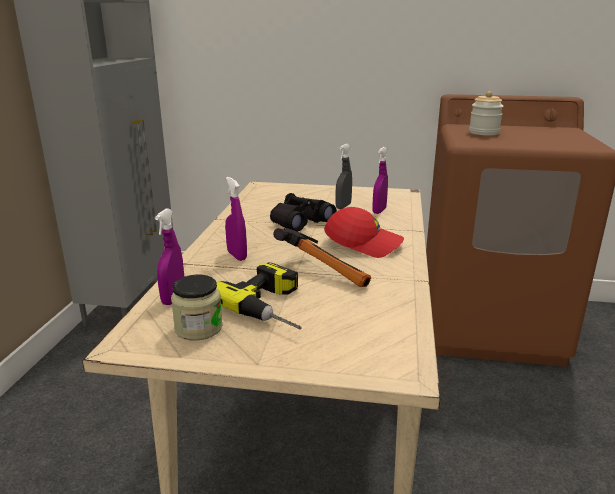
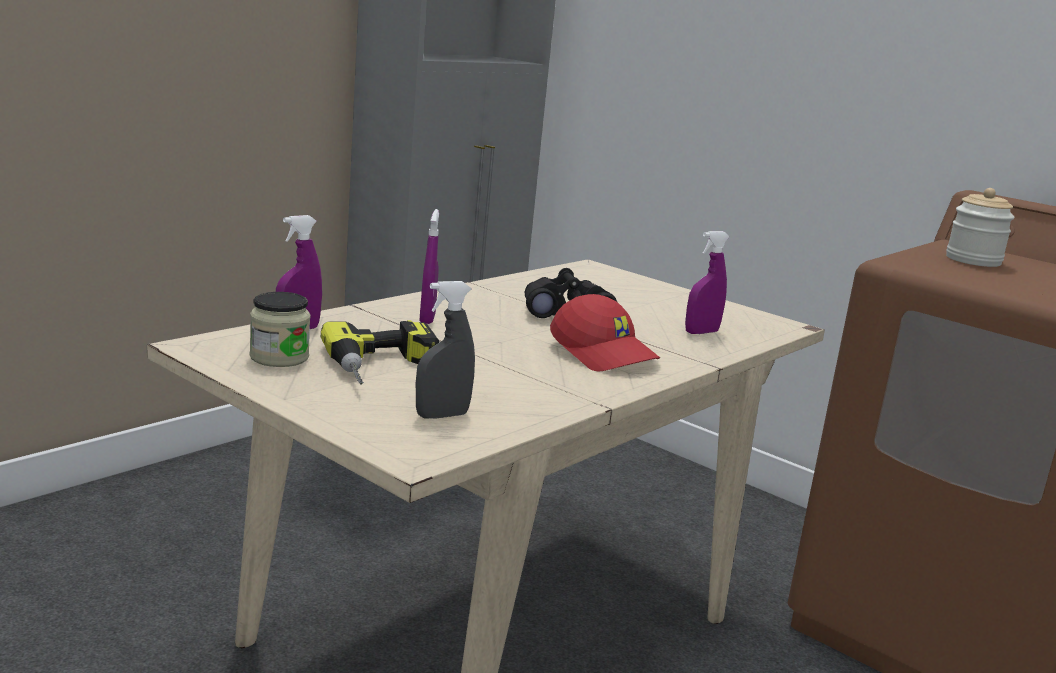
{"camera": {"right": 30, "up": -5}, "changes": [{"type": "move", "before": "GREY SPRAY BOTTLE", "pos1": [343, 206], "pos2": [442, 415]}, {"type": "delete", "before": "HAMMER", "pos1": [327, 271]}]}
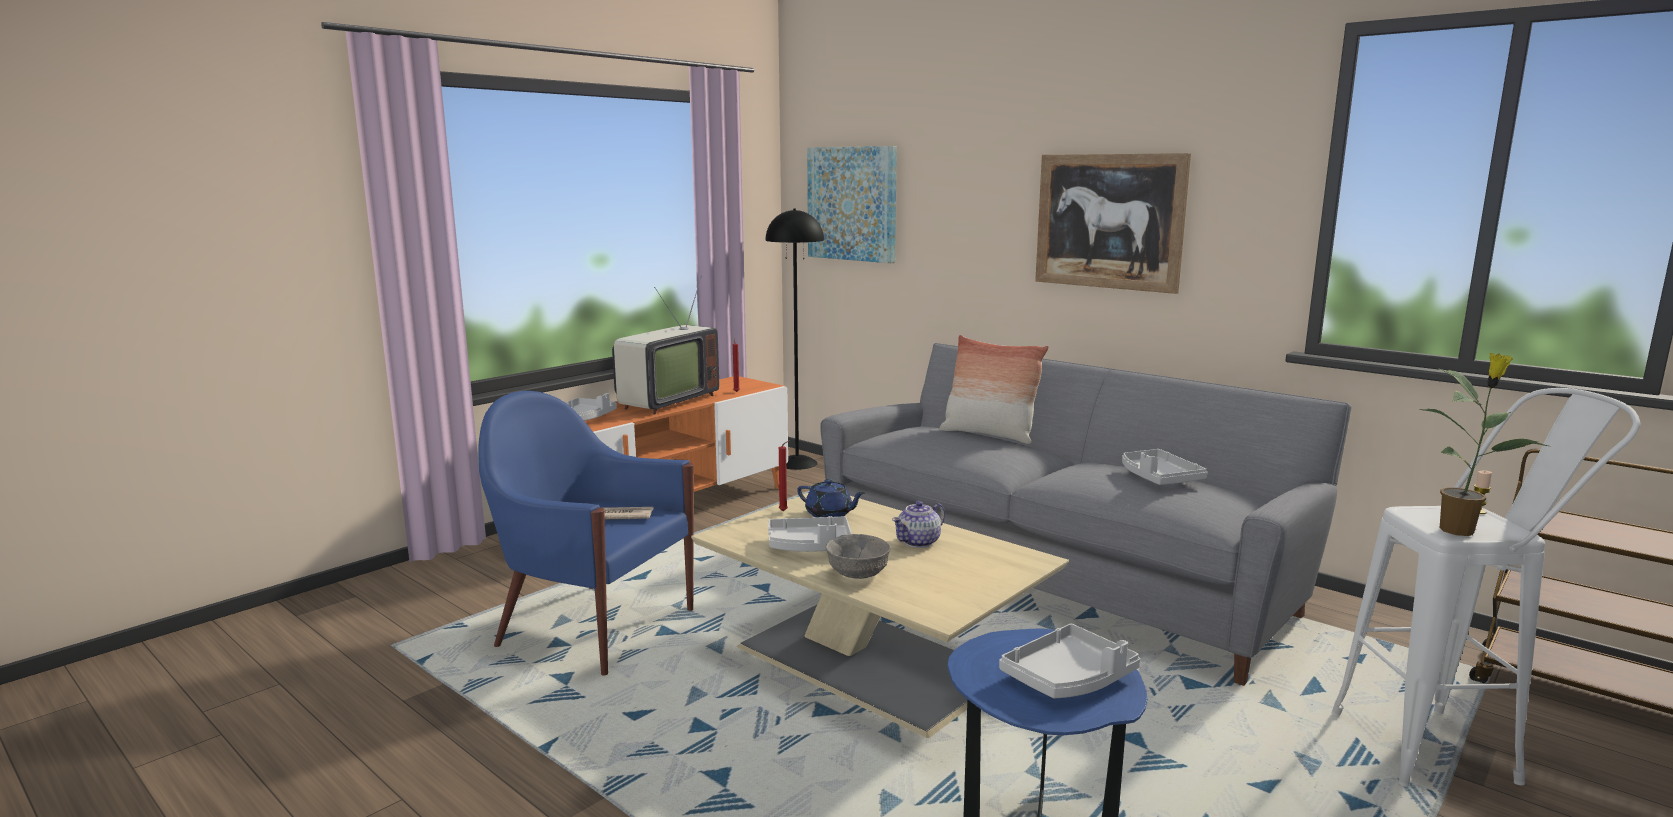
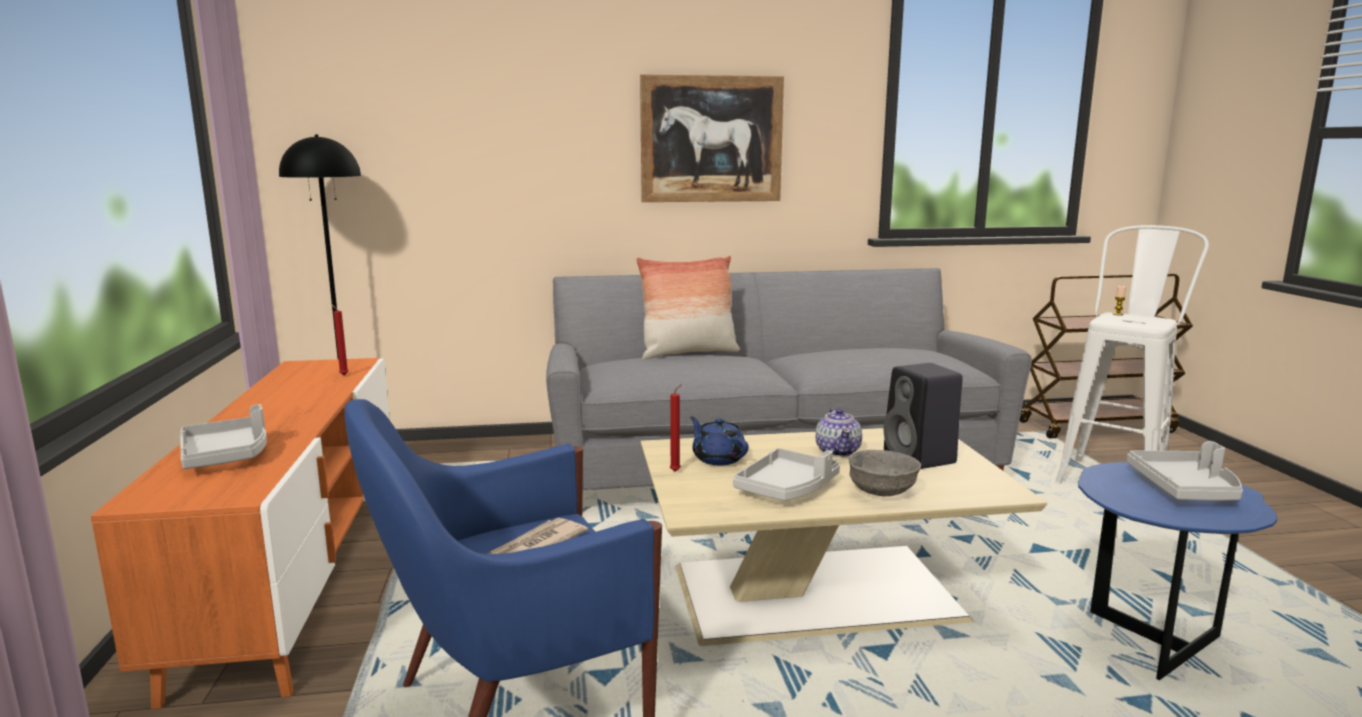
{"camera": {"right": -50, "up": 0}, "changes": [{"type": "rotate", "before": "BLUE TEAPOT", "pos1": [829, 514], "pos2": [718, 458], "turn": -105}, {"type": "insert", "after": "BLACK SPEAKER", "pos2": [921, 459]}, {"type": "delete", "before": "TELEVISION", "pos1": [664, 402]}, {"type": "delete", "before": "PICTURE", "pos1": [852, 204]}, {"type": "delete", "before": "GREY TRAY", "pos1": [1158, 478]}, {"type": "delete", "before": "POTTED PLANT", "pos1": [1459, 530]}]}
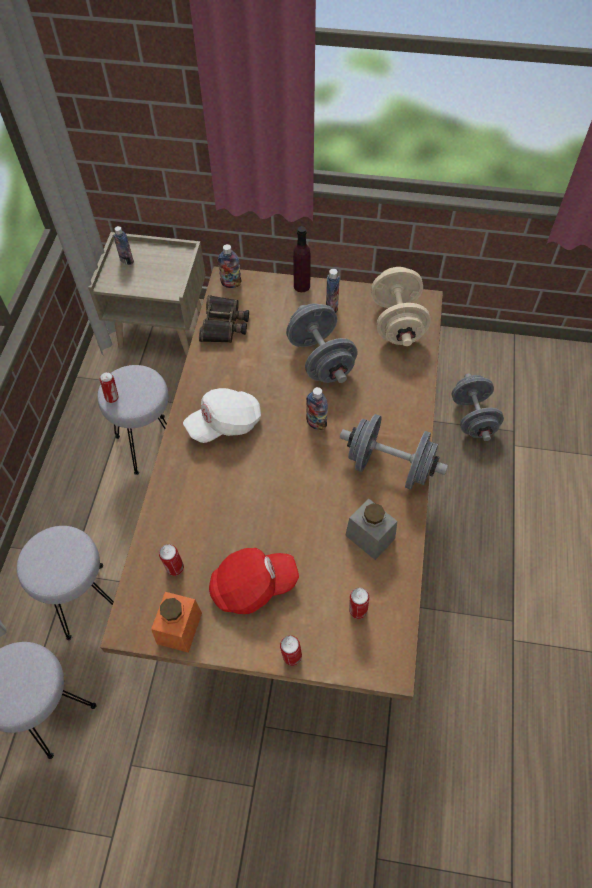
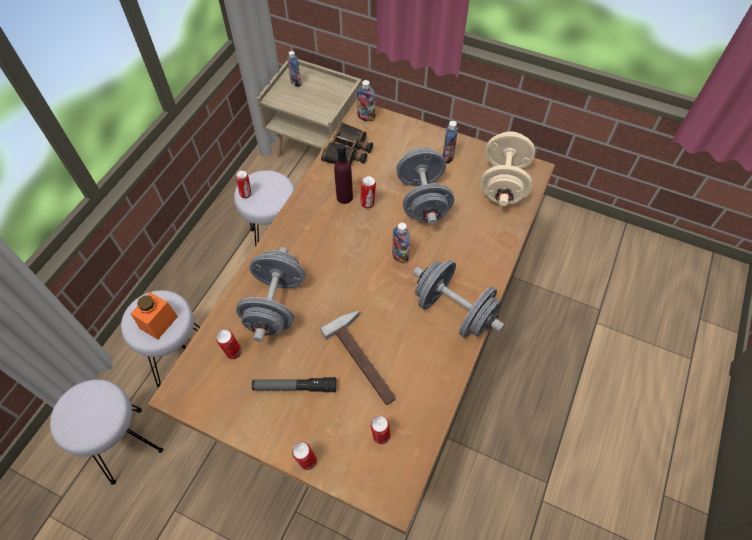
{"camera": {"right": 15, "up": 0}, "changes": [{"type": "move", "before": "ORANGE JAR", "pos1": [179, 628], "pos2": [159, 322]}, {"type": "move", "before": "GREY DUMBBELL", "pos1": [473, 418], "pos2": [275, 306]}, {"type": "replace", "before": "RED CAP", "after": "FLASHLIGHT", "pos1": [253, 586], "pos2": [295, 387]}, {"type": "insert", "after": "HAMMER", "pos2": [366, 359]}, {"type": "move", "before": "PURPLE BOTTLE", "pos1": [302, 286], "pos2": [344, 197]}, {"type": "insert", "after": "CAN", "pos2": [368, 204]}, {"type": "delete", "before": "WHITE CAP", "pos1": [225, 424]}, {"type": "delete", "before": "GREY JAR", "pos1": [370, 537]}]}
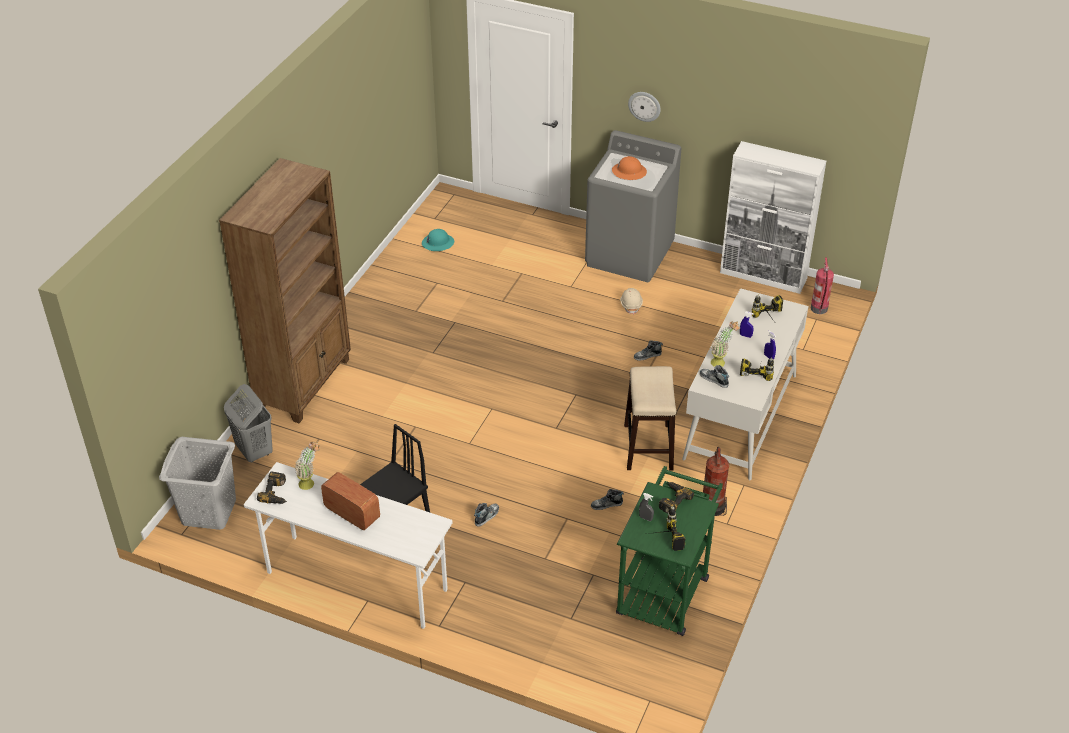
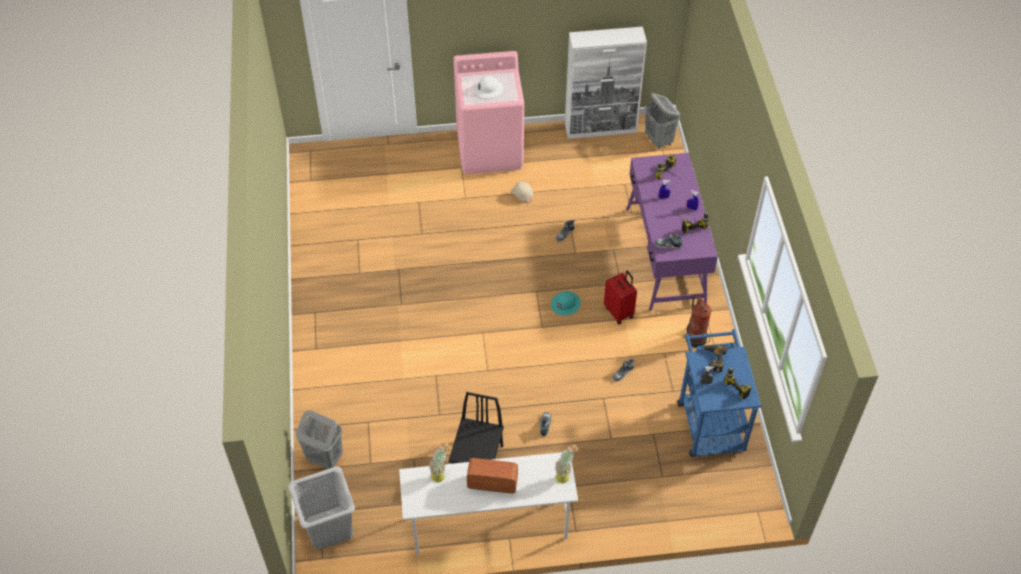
{"camera": {"right": -30, "up": 10}, "changes": [{"type": "recolor", "before": "GREY WASHING MACHINE", "after": "PINK WASHING MACHINE", "pos1": [630, 255], "pos2": [490, 150]}, {"type": "recolor", "before": "ORANGE HARD HAT", "after": "WHITE HARD HAT", "pos1": [629, 172], "pos2": [488, 89]}, {"type": "move", "before": "TURQUOISE HARD HAT", "pos1": [437, 243], "pos2": [565, 304]}, {"type": "move", "before": "POTTED PLANT", "pos1": [721, 362], "pos2": [565, 475]}, {"type": "replace", "before": "STOOL", "after": "RED SUITCASE", "pos1": [648, 447], "pos2": [619, 312]}, {"type": "recolor", "before": "WHITE DESK", "after": "PURPLE DESK", "pos1": [740, 416], "pos2": [665, 256]}, {"type": "replace", "before": "FIRE EXTINGUISHER", "after": "GREY LAUNDRY BASKET", "pos1": [819, 309], "pos2": [658, 140]}, {"type": "recolor", "before": "GREEN CART", "after": "BLUE CART", "pos1": [665, 589], "pos2": [709, 420]}, {"type": "delete", "before": "BROWN BOOKCASE", "pos1": [304, 384]}, {"type": "delete", "before": "POWER DRILL", "pos1": [277, 493]}, {"type": "delete", "before": "WALL CLOCK", "pos1": [644, 106]}]}
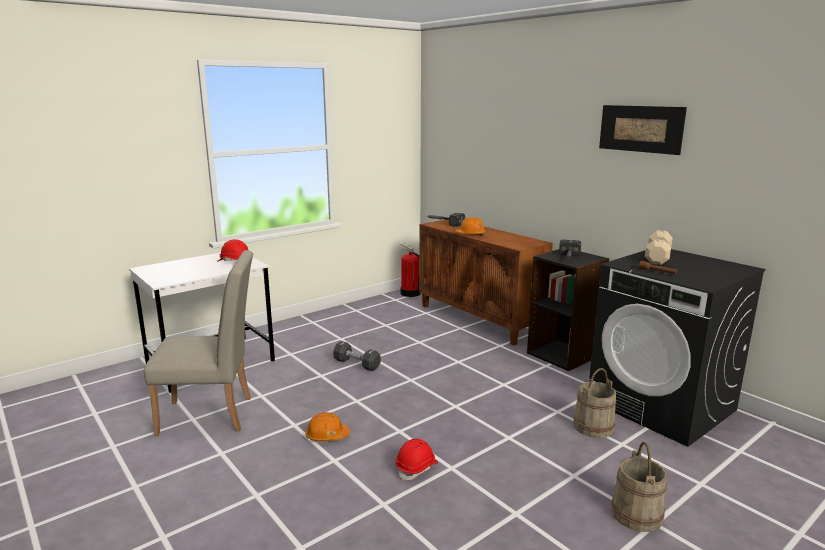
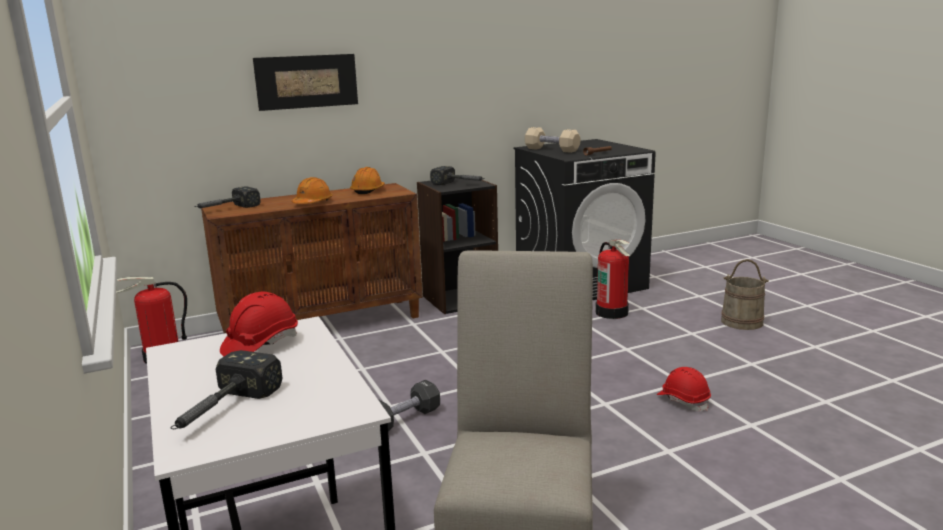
{"camera": {"right": -75, "up": 0}, "changes": [{"type": "insert", "after": "HAMMER", "pos2": [222, 411]}, {"type": "move", "before": "PICTURE", "pos1": [640, 129], "pos2": [307, 81]}, {"type": "move", "before": "ORANGE HARD HAT", "pos1": [327, 436], "pos2": [368, 190]}, {"type": "replace", "before": "BEIGE BUCKET", "after": "FIRE EXTINGUISHER", "pos1": [593, 426], "pos2": [612, 312]}]}
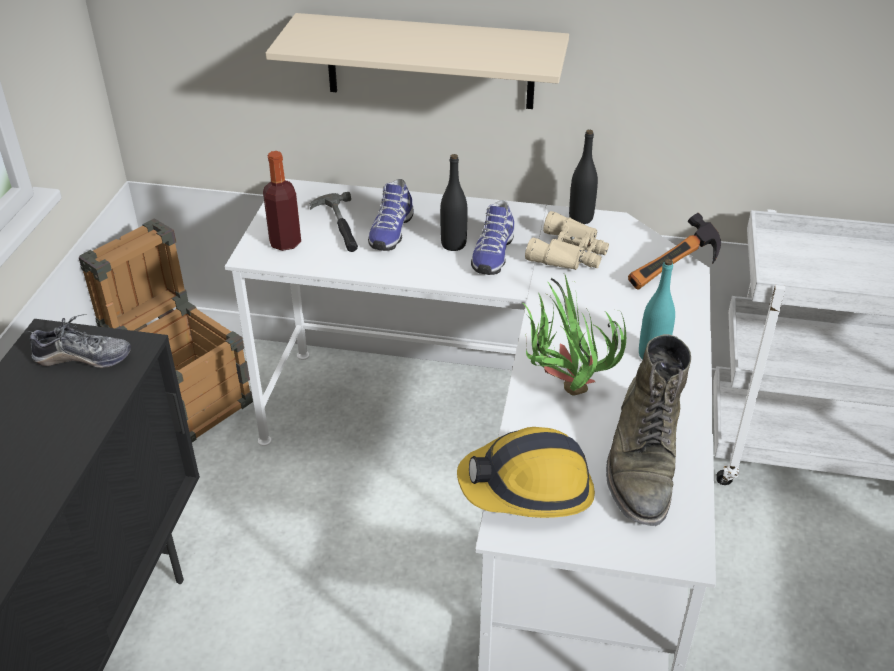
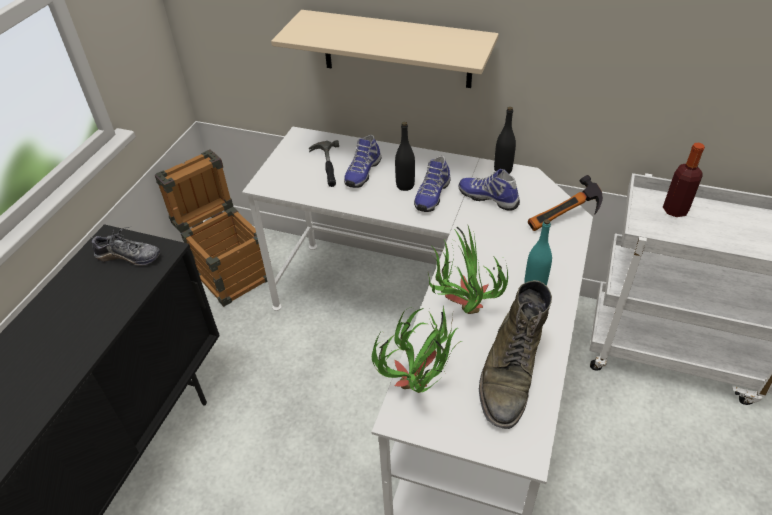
{"camera": {"right": 10, "up": 5}, "changes": [{"type": "replace", "before": "HARD HAT", "after": "POTTED PLANT", "pos1": [528, 488], "pos2": [420, 386]}, {"type": "replace", "before": "BEIGE BINOCULARS", "after": "SHOE", "pos1": [570, 253], "pos2": [489, 198]}, {"type": "move", "before": "BOTTLE", "pos1": [285, 243], "pos2": [675, 210]}]}
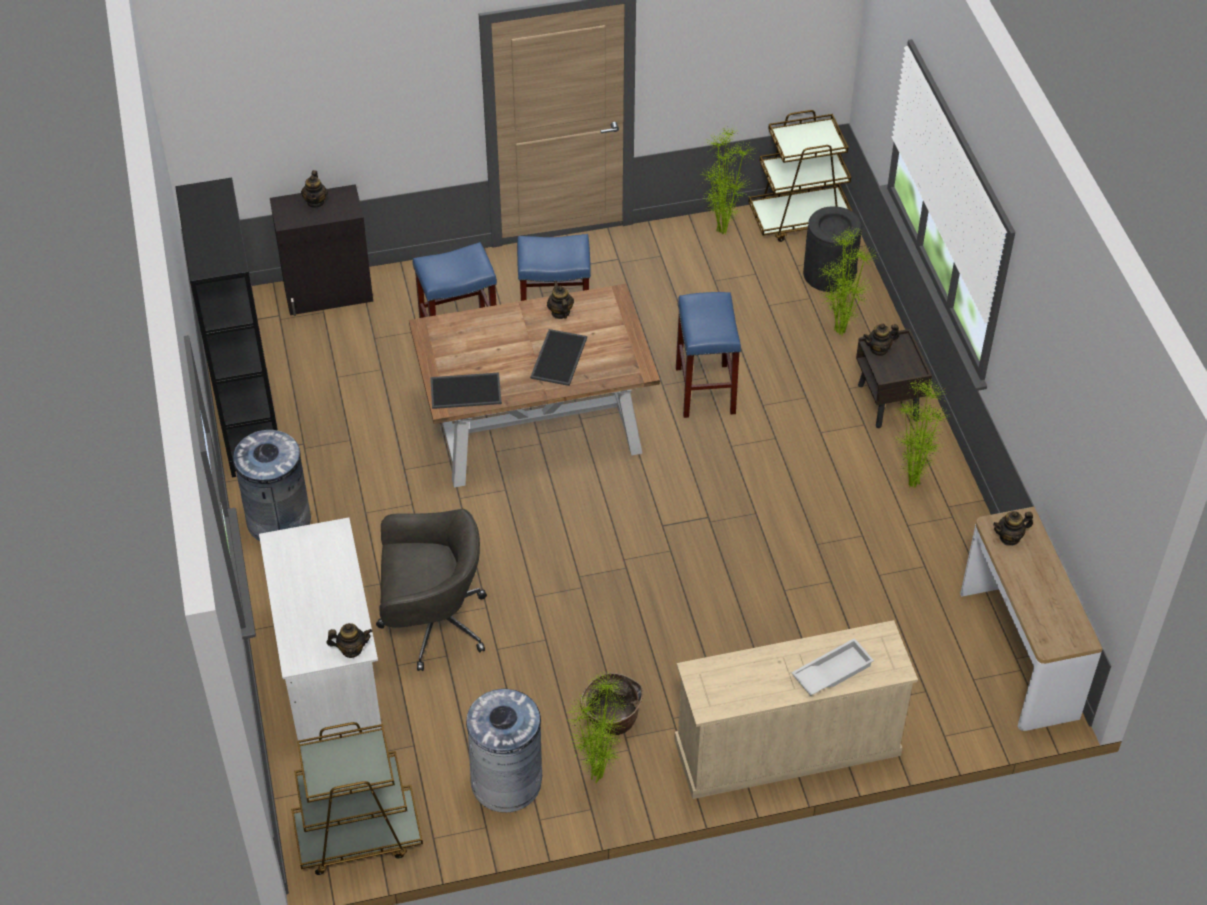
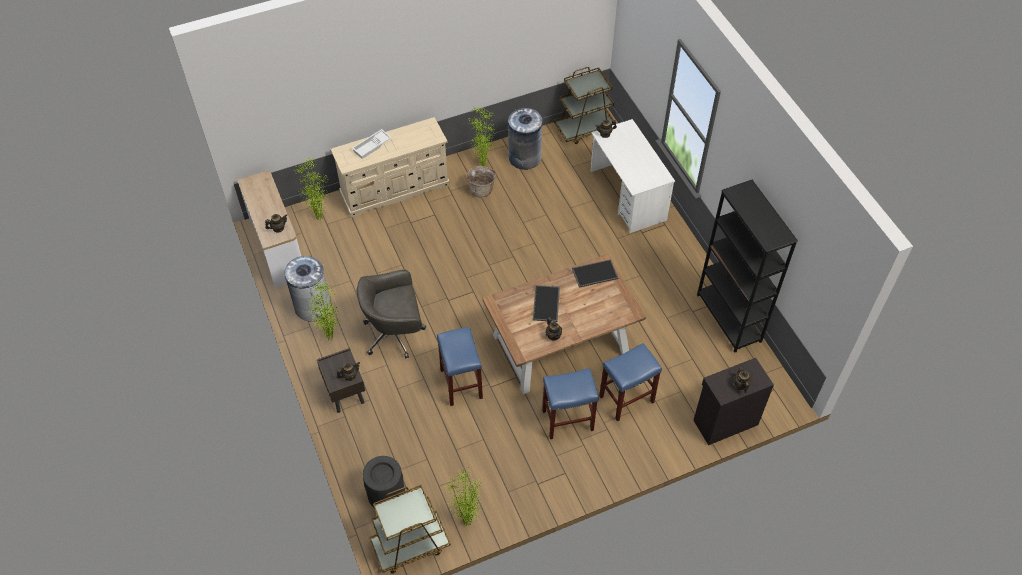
{"camera": {"right": 170, "up": 5}, "changes": [{"type": "move", "before": "GREY TRASH CAN", "pos1": [278, 520], "pos2": [313, 306]}, {"type": "move", "before": "POTTED PLANT", "pos1": [839, 333], "pos2": [319, 217]}, {"type": "move", "before": "GREY OFFICE CHAIR", "pos1": [432, 624], "pos2": [395, 333]}]}
